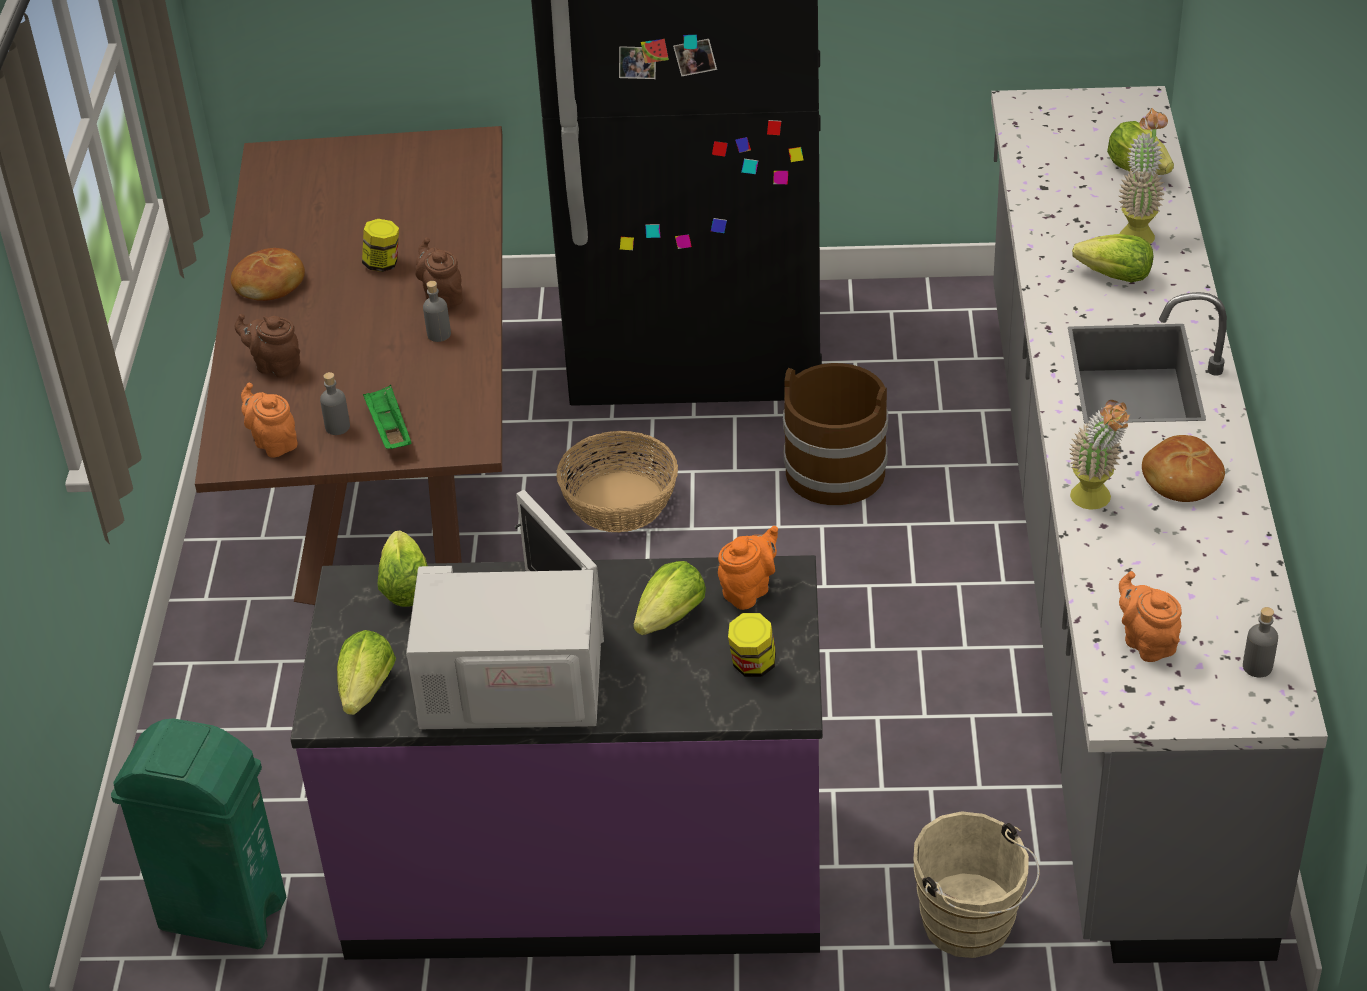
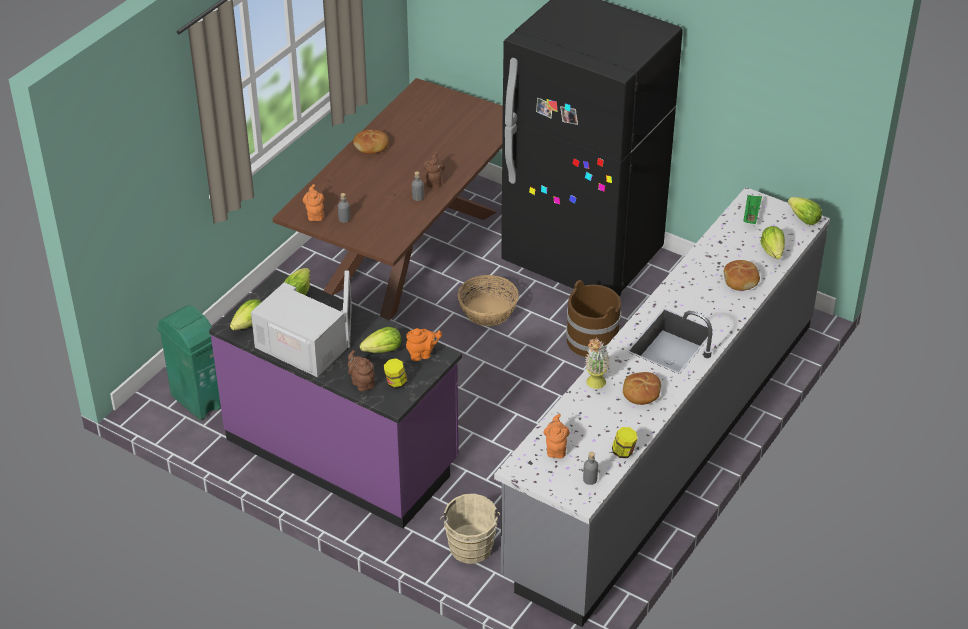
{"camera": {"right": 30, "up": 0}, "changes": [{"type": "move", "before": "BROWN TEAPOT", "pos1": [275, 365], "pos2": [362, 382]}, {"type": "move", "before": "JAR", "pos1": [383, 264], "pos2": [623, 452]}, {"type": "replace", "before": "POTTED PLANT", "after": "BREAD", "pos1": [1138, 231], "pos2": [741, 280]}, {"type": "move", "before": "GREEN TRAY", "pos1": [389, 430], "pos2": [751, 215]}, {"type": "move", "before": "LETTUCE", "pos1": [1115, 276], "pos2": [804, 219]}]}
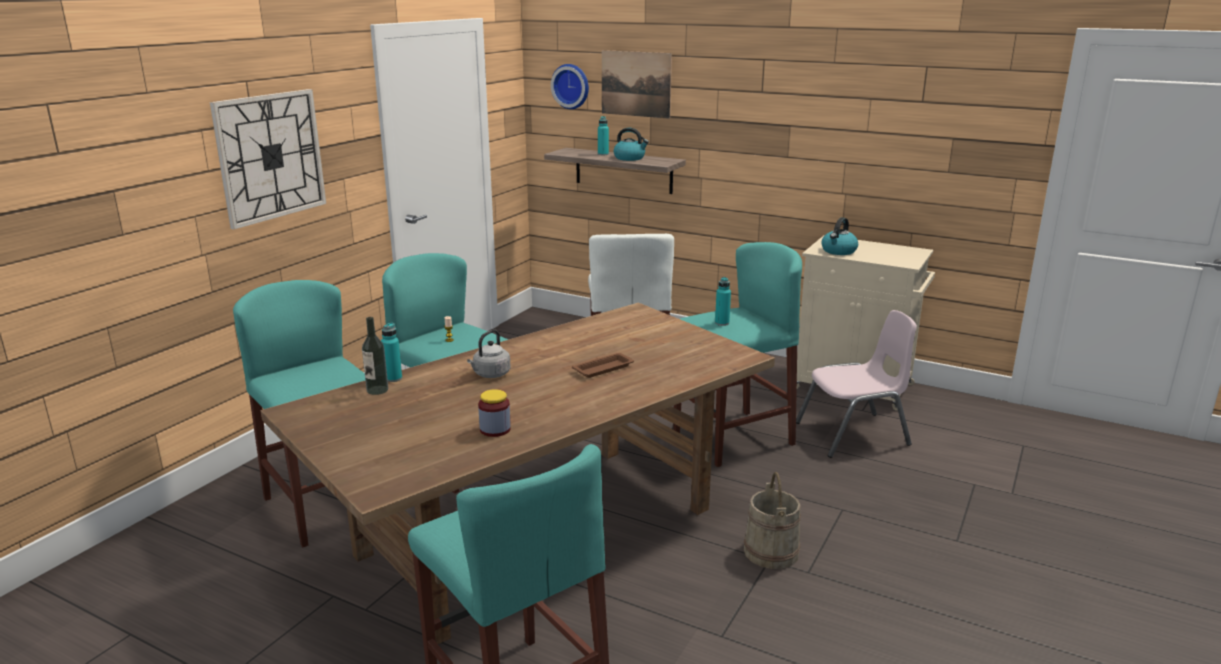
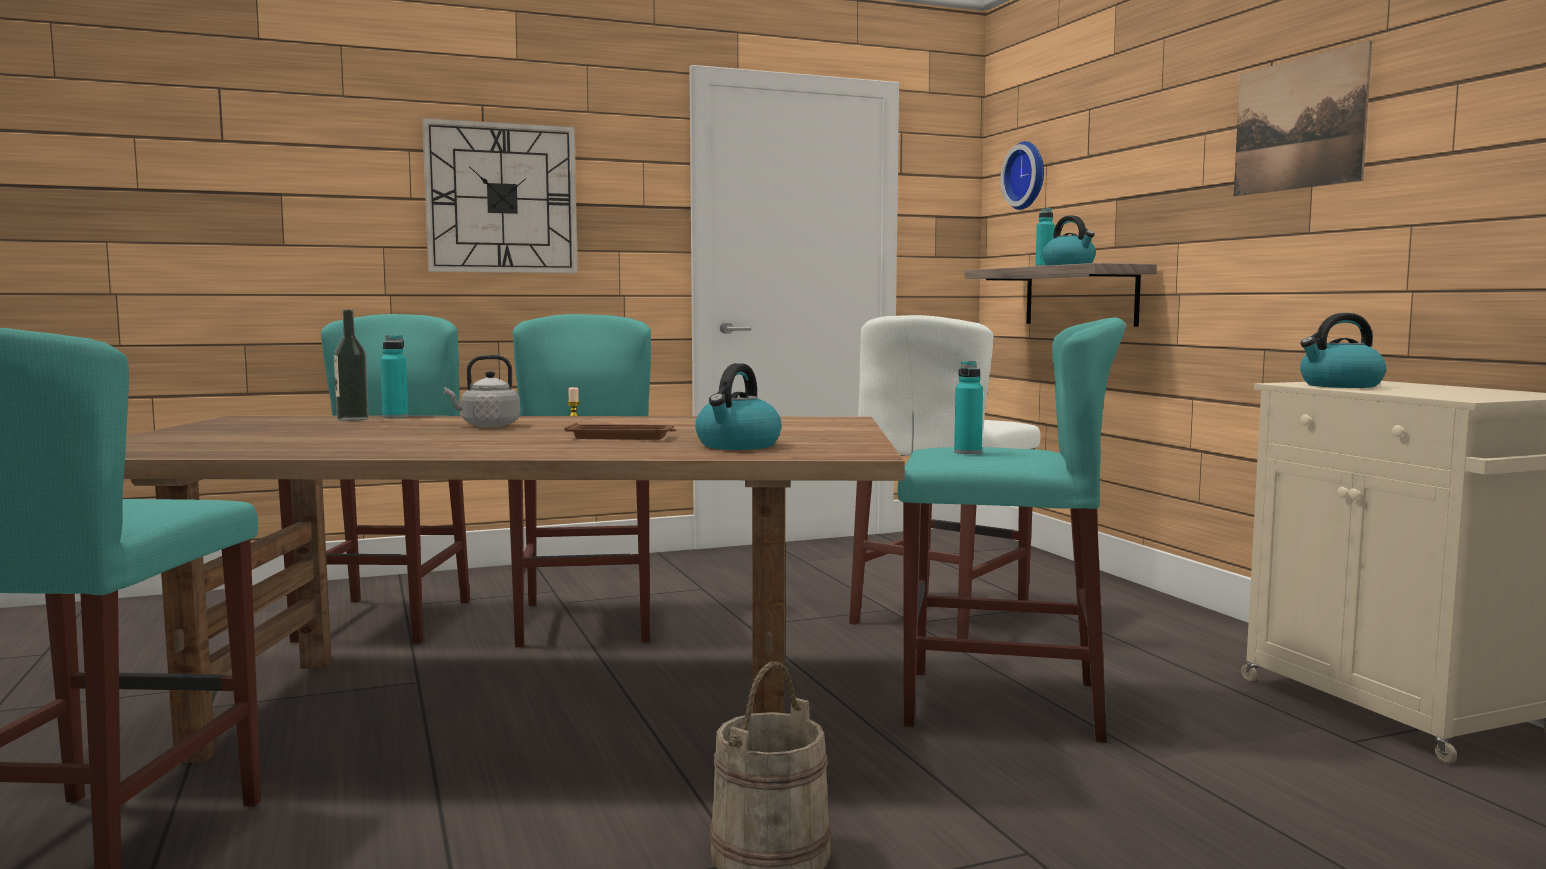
{"camera": {"right": 40, "up": -15}, "changes": [{"type": "insert", "after": "KETTLE", "pos2": [738, 445]}, {"type": "move", "before": "PICTURE", "pos1": [636, 84], "pos2": [1299, 124]}, {"type": "delete", "before": "JAR", "pos1": [495, 429]}, {"type": "delete", "before": "PINK CHAIR", "pos1": [853, 434]}]}
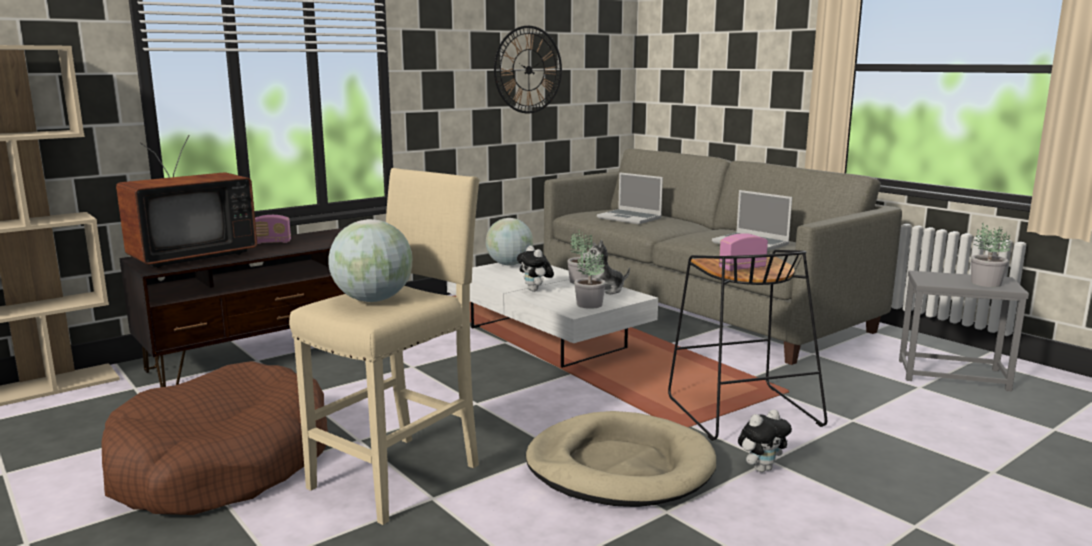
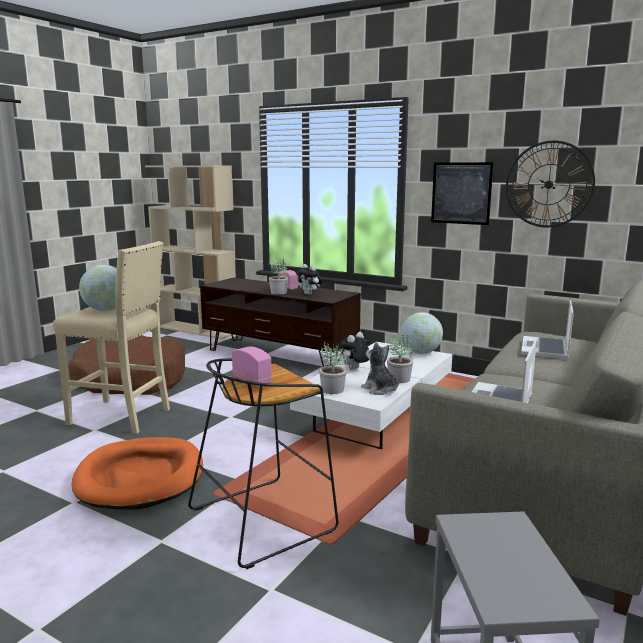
{"camera": {"right": 70, "up": 0}, "changes": [{"type": "recolor", "before": "BEIGE DOG BED", "after": "ORANGE DOG BED", "pos1": [619, 467], "pos2": [140, 477]}, {"type": "move", "before": "POTTED PLANT", "pos1": [985, 283], "pos2": [278, 292]}, {"type": "move", "before": "PLUSH TOY", "pos1": [761, 468], "pos2": [309, 294]}, {"type": "insert", "after": "PICTURE", "pos2": [461, 193]}, {"type": "delete", "before": "TELEVISION", "pos1": [189, 256]}]}
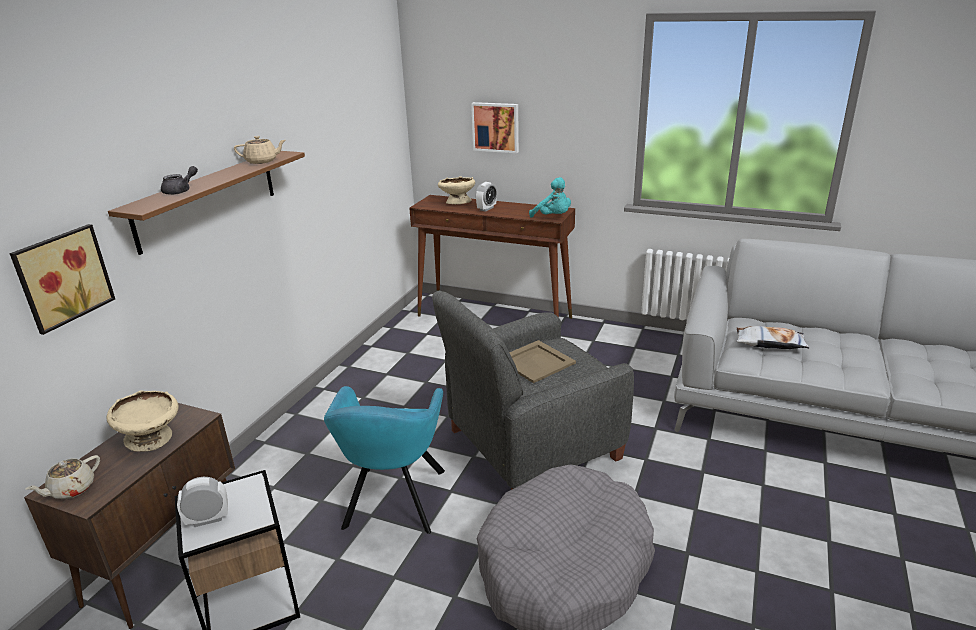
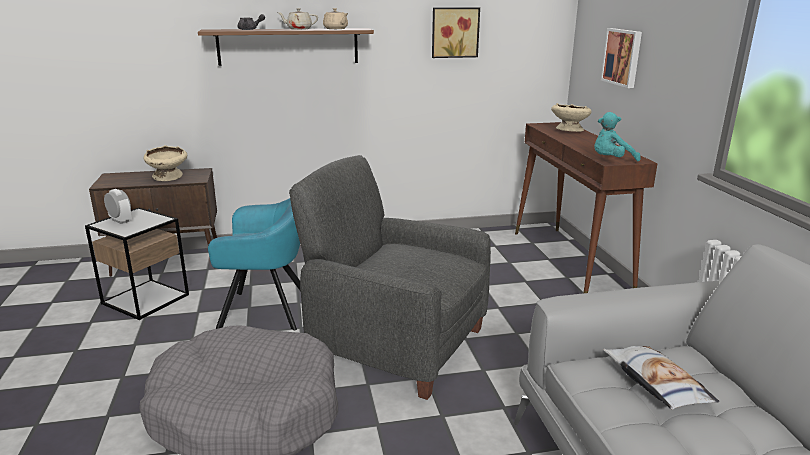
{"camera": {"right": 55, "up": -5}, "changes": [{"type": "rotate", "before": "TURQUOISE ARMCHAIR", "pos1": [394, 502], "pos2": [269, 310], "turn": -150}, {"type": "move", "before": "BEIGE TEAPOT", "pos1": [71, 489], "pos2": [299, 29]}, {"type": "move", "before": "PICTURE", "pos1": [62, 277], "pos2": [454, 32]}, {"type": "rotate", "before": "TURQUOISE PLUSH TOY", "pos1": [553, 217], "pos2": [611, 161], "turn": 60}, {"type": "delete", "before": "ALARM CLOCK", "pos1": [486, 209]}, {"type": "delete", "before": "BEIGE TRAY", "pos1": [535, 361]}]}
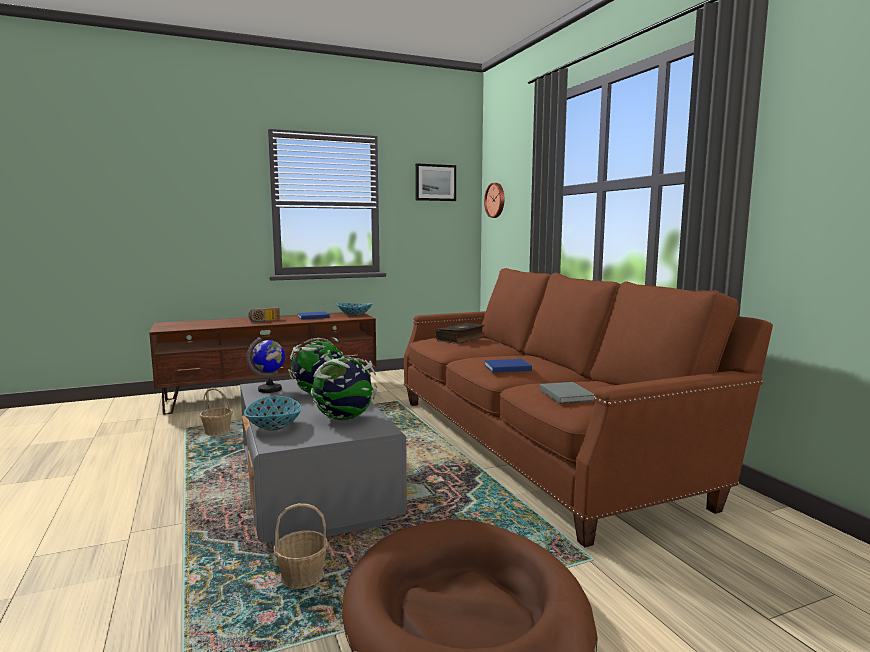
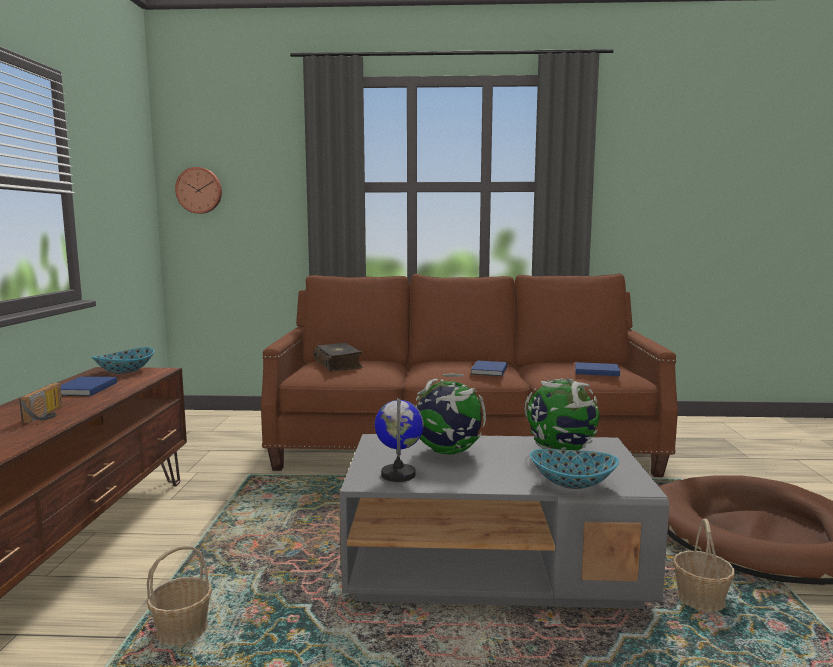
{"camera": {"right": -65, "up": 0}, "changes": [{"type": "recolor", "before": "GREY BOOK", "after": "BLUE BOOK", "pos1": [566, 394], "pos2": [595, 371]}, {"type": "delete", "before": "PICTURE", "pos1": [435, 182]}]}
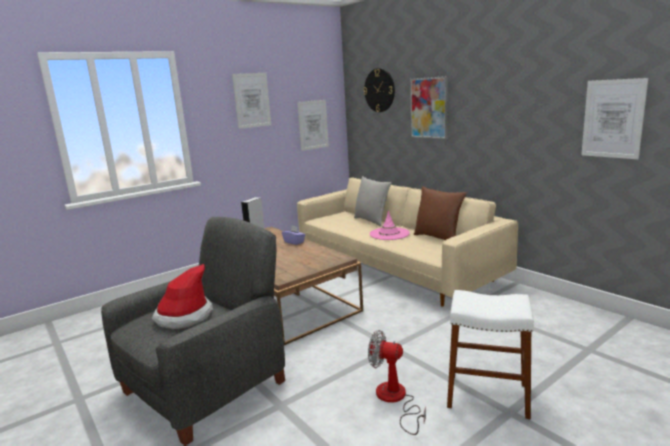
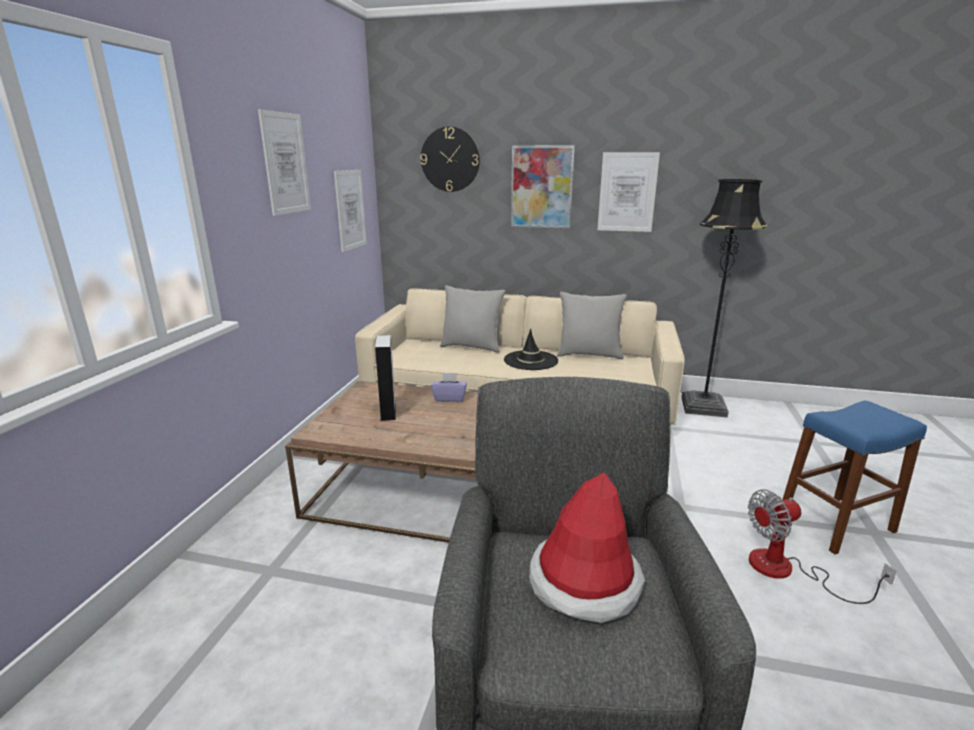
{"camera": {"right": -40, "up": 5}, "changes": [{"type": "recolor", "before": "PINK HAT", "after": "BLACK HAT", "pos1": [389, 234], "pos2": [530, 360]}, {"type": "recolor", "before": "BROWN PILLOW", "after": "GREY PILLOW", "pos1": [438, 237], "pos2": [589, 354]}, {"type": "move", "before": "PICTURE", "pos1": [613, 119], "pos2": [627, 192]}, {"type": "insert", "after": "BLACK FLOOR LAMP", "pos2": [703, 407]}, {"type": "recolor", "before": "WHITE STOOL", "after": "BLUE STOOL", "pos1": [487, 395], "pos2": [835, 523]}]}
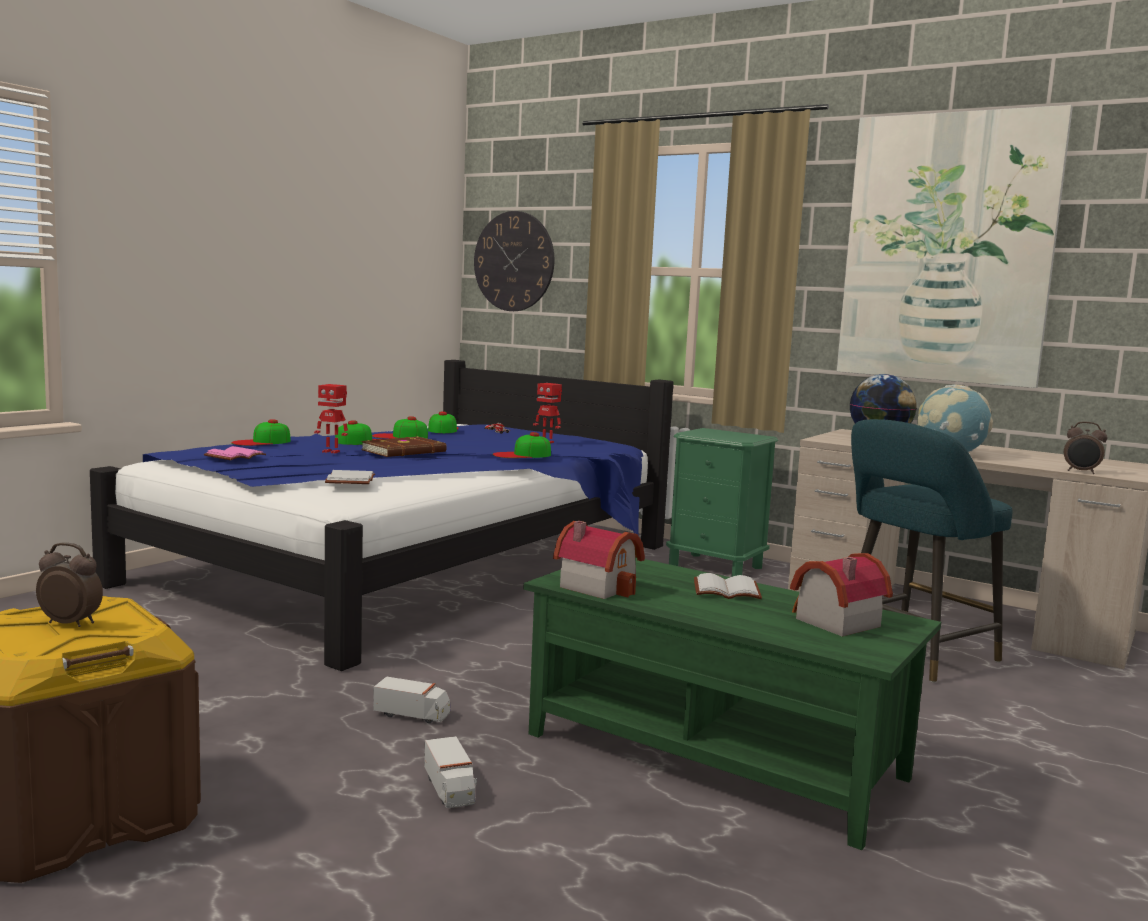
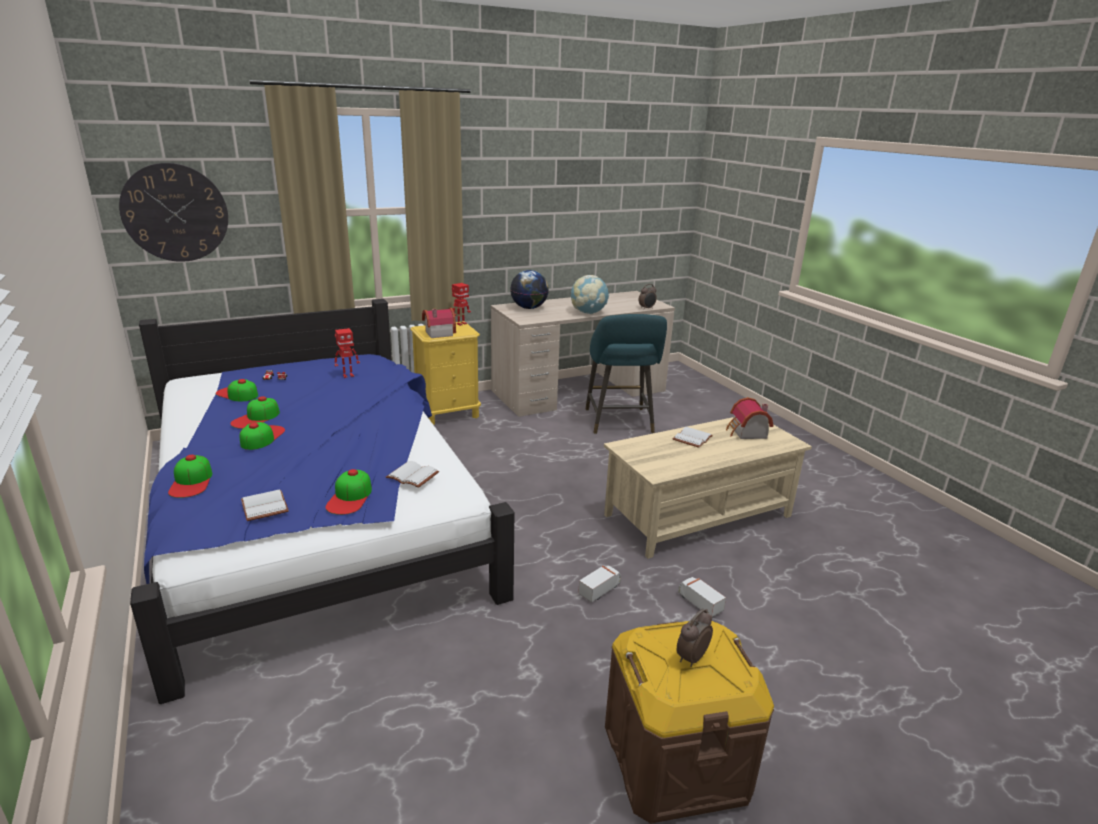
{"camera": {"right": -60, "up": 15}, "changes": [{"type": "recolor", "before": "PINK BOOK", "after": "WHITE BOOK", "pos1": [235, 456], "pos2": [266, 506]}, {"type": "move", "before": "CAP", "pos1": [522, 455], "pos2": [350, 497]}, {"type": "recolor", "before": "GREEN NIGHTSTAND", "after": "YELLOW NIGHTSTAND", "pos1": [716, 566], "pos2": [448, 414]}, {"type": "move", "before": "TOY HOUSE", "pos1": [598, 585], "pos2": [437, 333]}, {"type": "move", "before": "TOY ROBOT", "pos1": [331, 452], "pos2": [461, 323]}, {"type": "recolor", "before": "GREEN COFFEE TABLE", "after": "BEIGE COFFEE TABLE", "pos1": [715, 756], "pos2": [698, 515]}, {"type": "rotate", "before": "TOY TRUCK", "pos1": [450, 789], "pos2": [699, 603], "turn": -135}, {"type": "delete", "before": "BROWN BOOK", "pos1": [405, 451]}, {"type": "delete", "before": "PICTURE", "pos1": [946, 249]}]}
